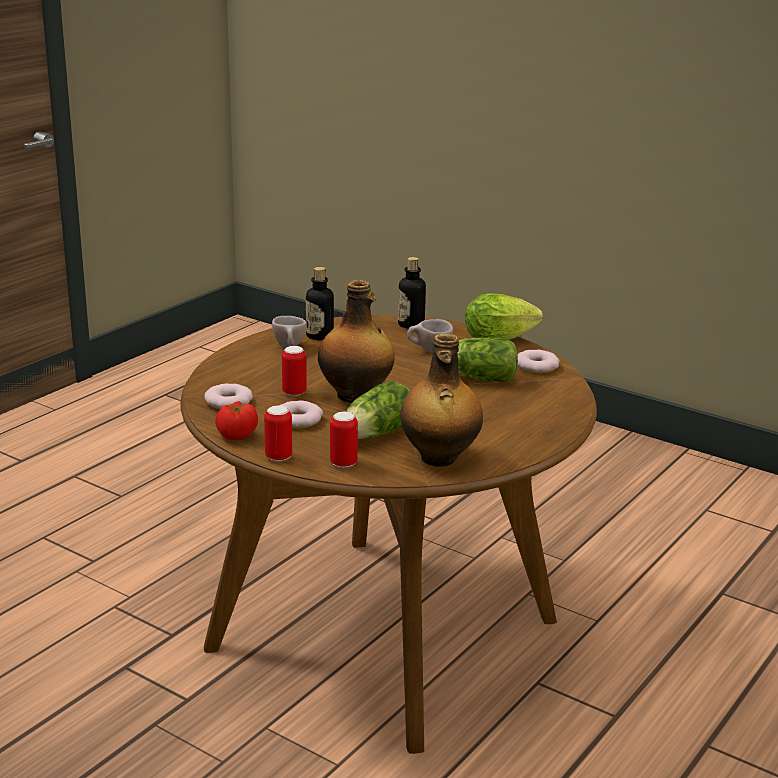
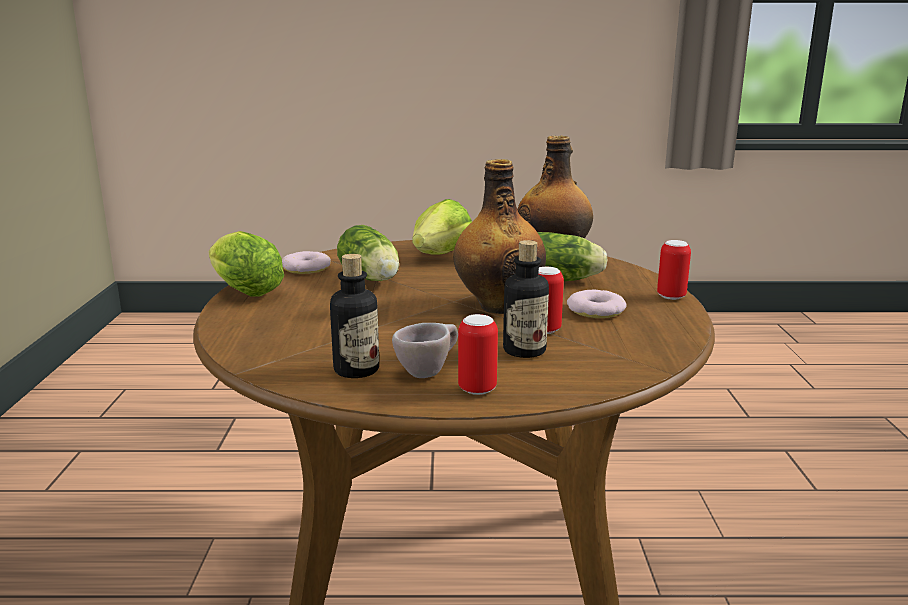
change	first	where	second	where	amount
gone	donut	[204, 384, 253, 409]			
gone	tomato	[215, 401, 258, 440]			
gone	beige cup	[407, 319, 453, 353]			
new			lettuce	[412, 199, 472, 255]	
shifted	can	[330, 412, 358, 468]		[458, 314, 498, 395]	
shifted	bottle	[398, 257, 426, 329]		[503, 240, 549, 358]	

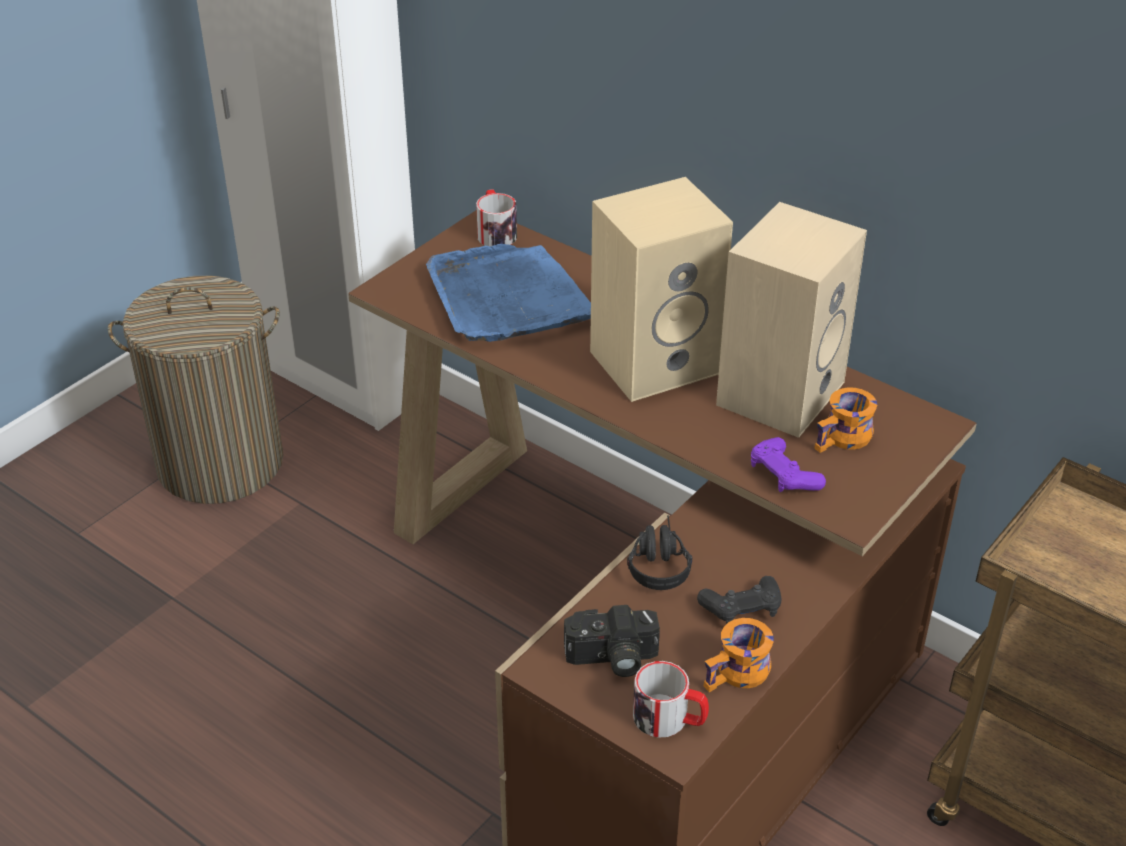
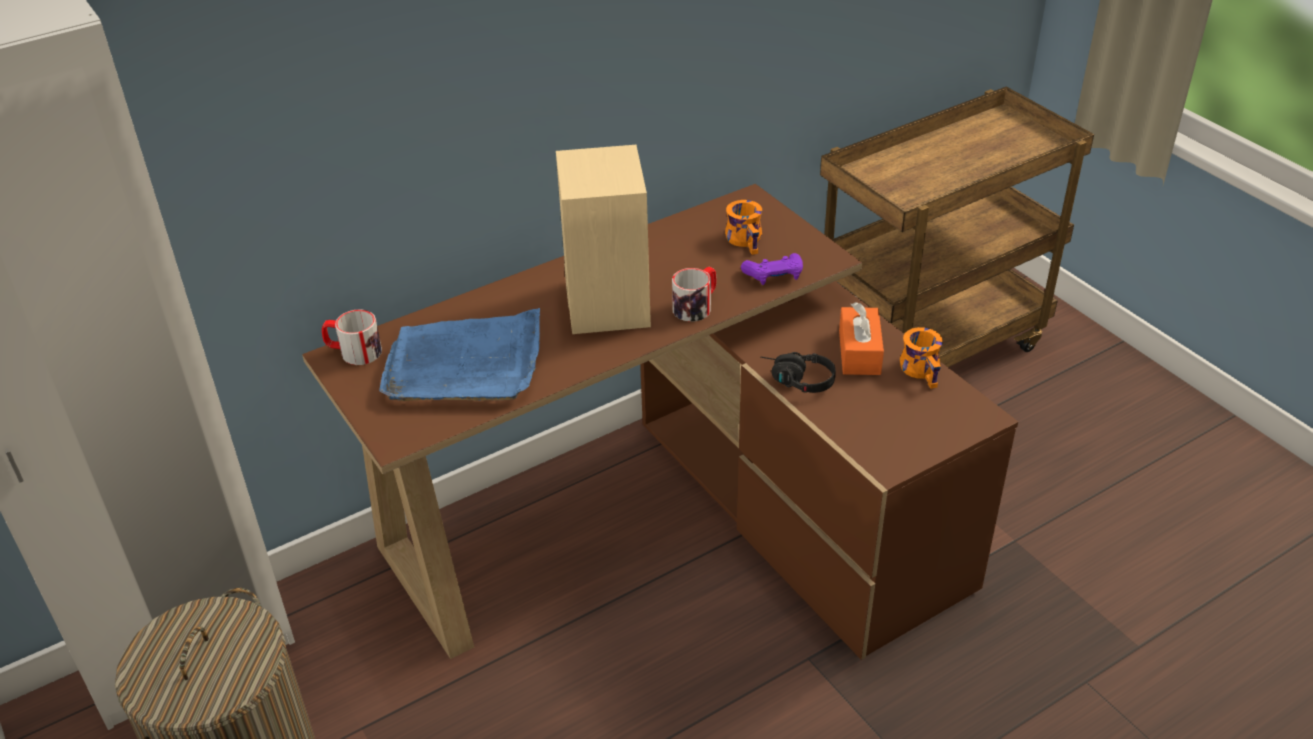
change	first	where	second	where	amount
gone	photo camera	[564, 605, 660, 677]			
gone	beige speaker	[716, 202, 867, 438]			
shifted	mug	[633, 661, 709, 738]		[672, 267, 716, 322]	
swapped	black game controller	[697, 576, 782, 624]	orange tissue box	[839, 302, 884, 375]	

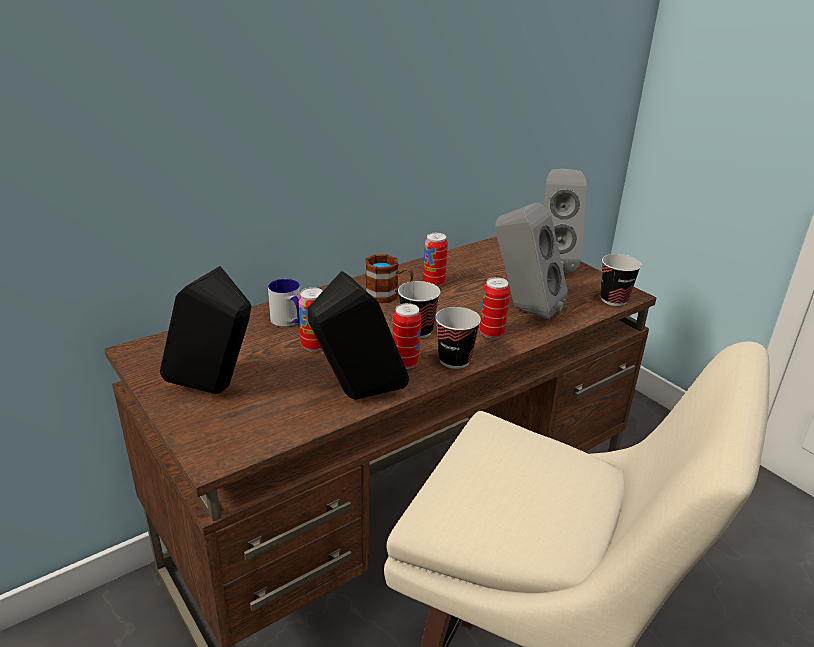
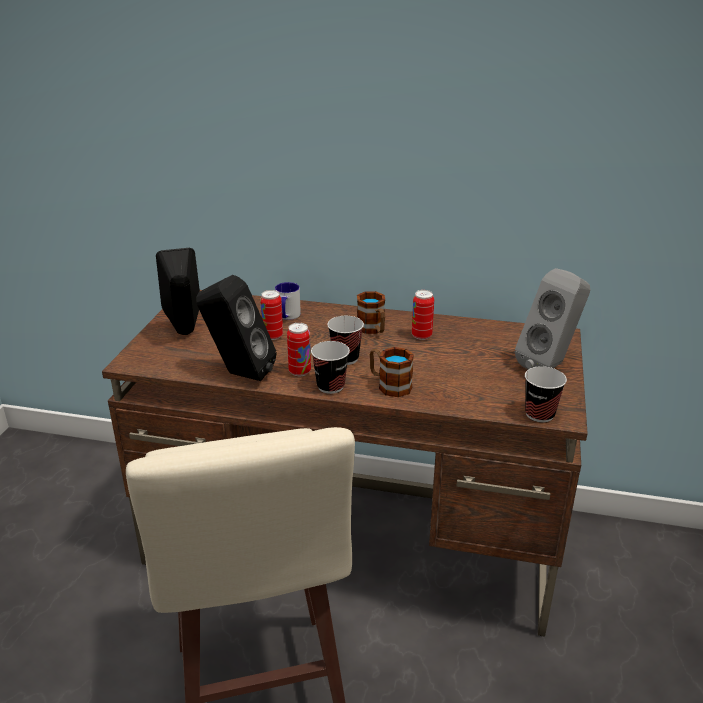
change	first	where	second	where	amount
gone	grey speaker	[495, 202, 568, 320]			
swapped	can	[480, 277, 510, 339]	mug	[370, 347, 414, 397]	

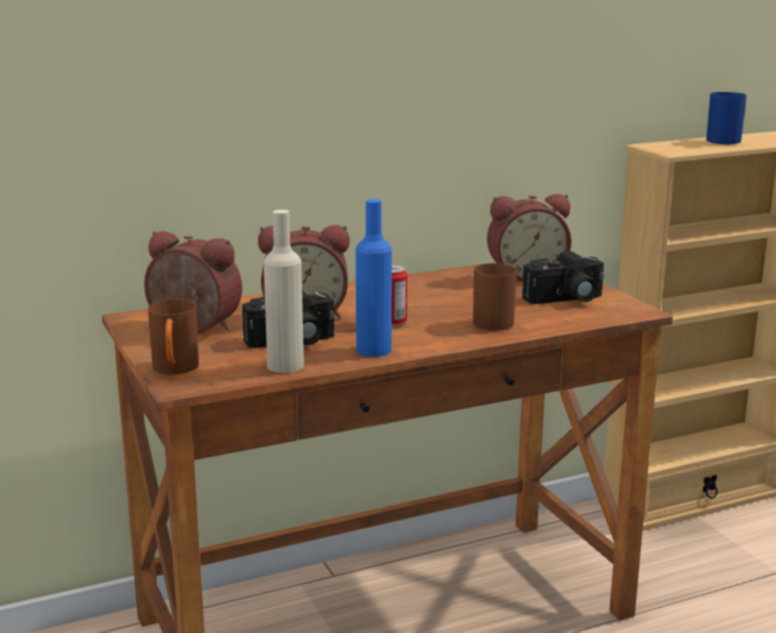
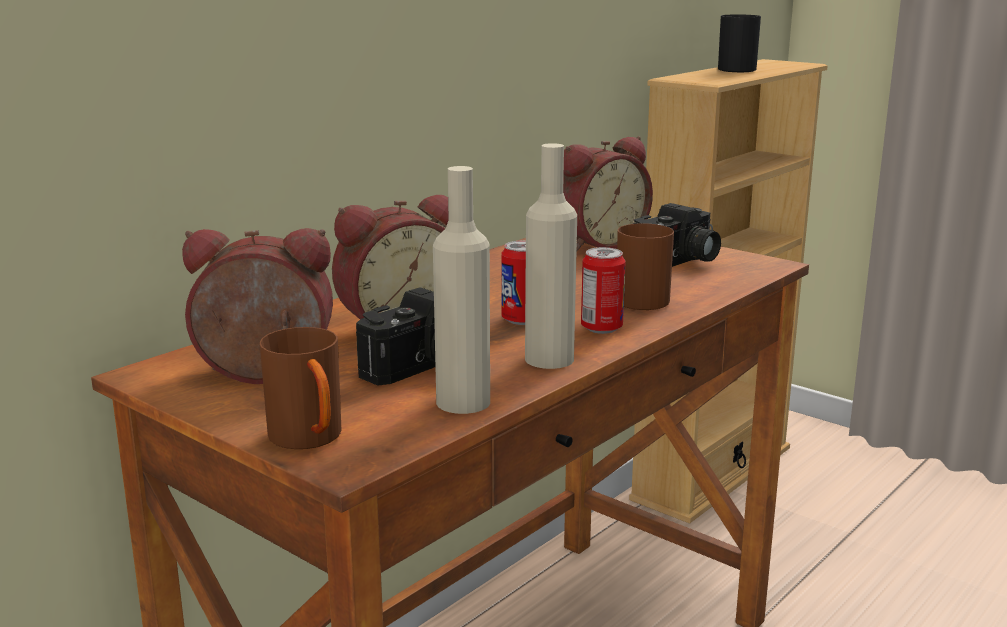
change	first	where	second	where	amount
new			can	[581, 247, 626, 334]	
repainted	blue bottle	[356, 199, 392, 357]	beige bottle	[525, 143, 577, 369]	
repainted	blue mug	[706, 92, 747, 144]	black mug	[718, 14, 761, 72]	

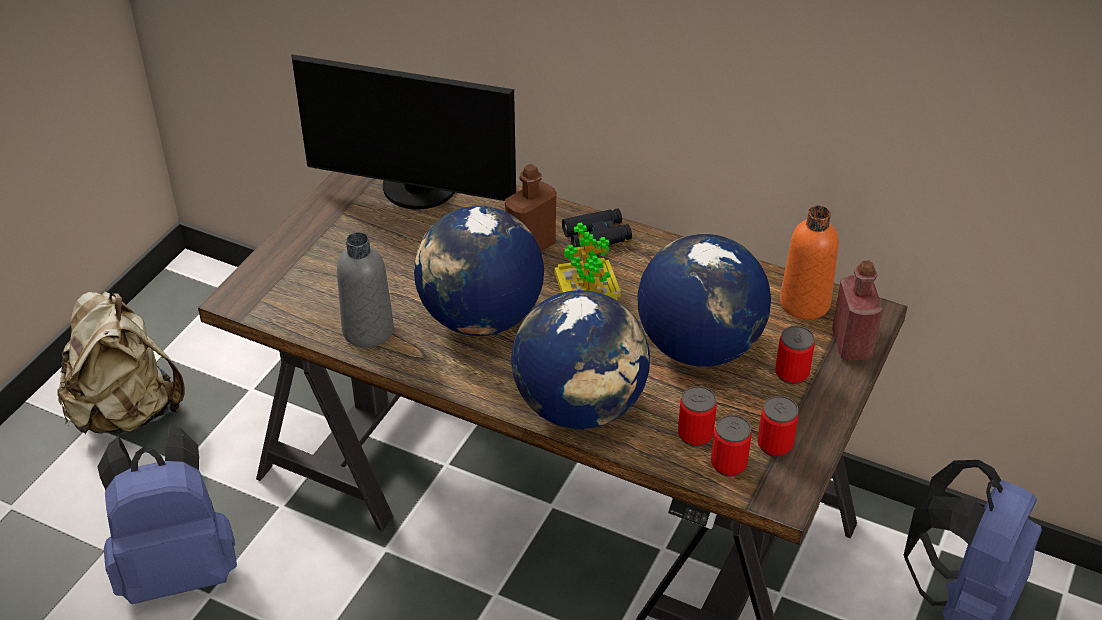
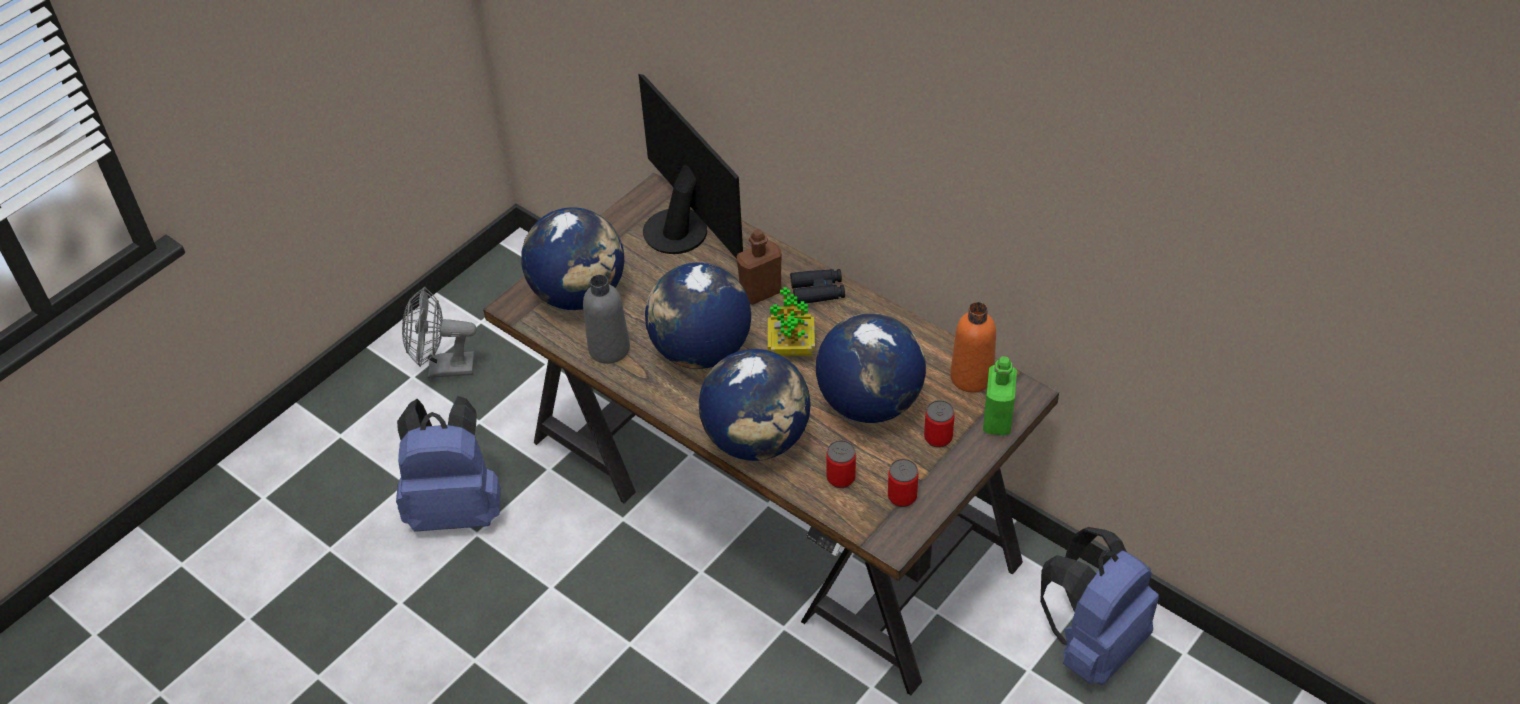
change	first	where	second	where	amount
gone	can	[711, 415, 752, 477]			
new			globe	[521, 207, 624, 310]	
swapped	beige backpack	[58, 291, 185, 434]	grey fan	[402, 287, 477, 378]	
repainted	red bottle	[832, 261, 883, 361]	green bottle	[983, 356, 1017, 435]	
rotated	monitor	[291, 54, 516, 209]		[638, 74, 743, 259]	150 degrees counterclockwise

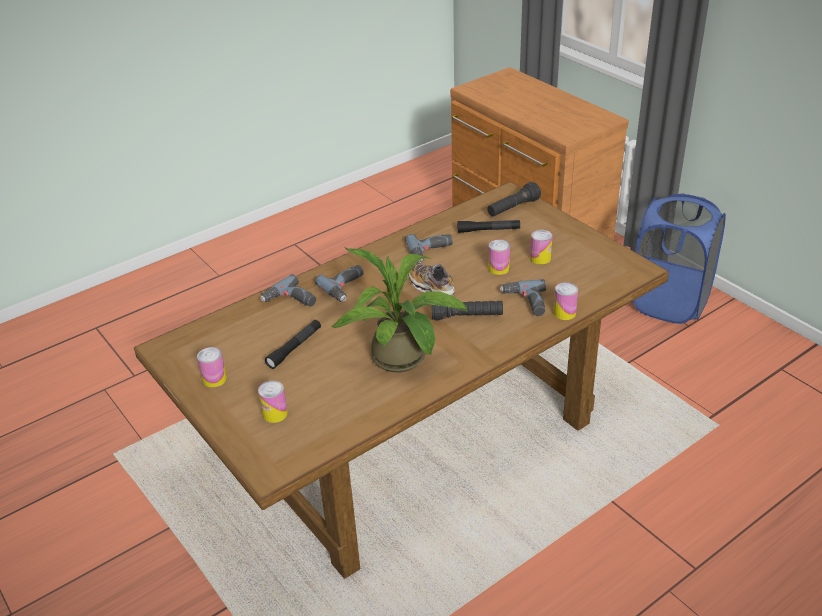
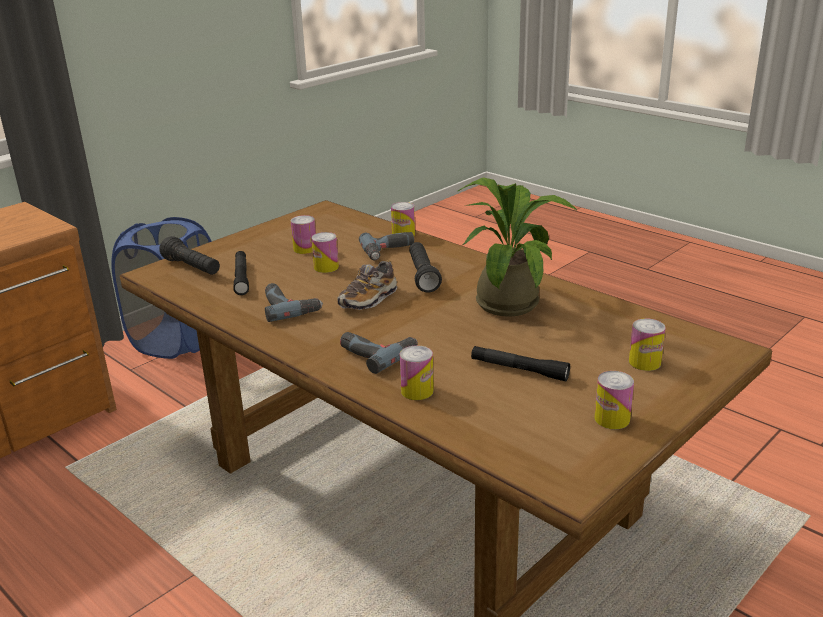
change	first	where	second	where	amount
swapped	power drill	[260, 274, 316, 307]	can	[400, 345, 434, 400]	

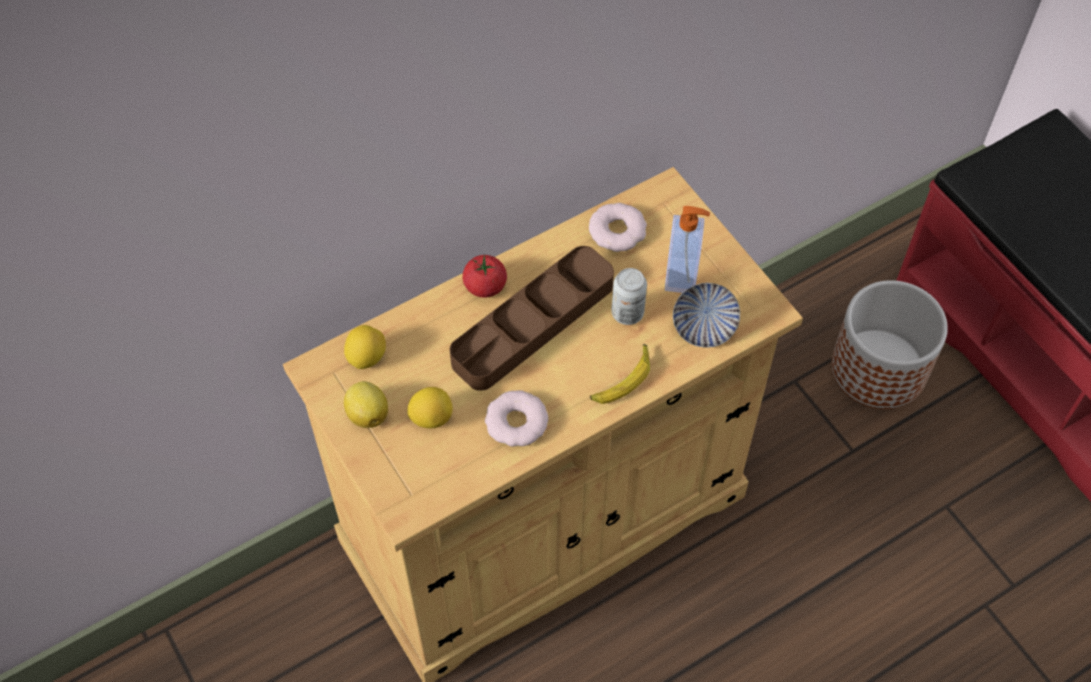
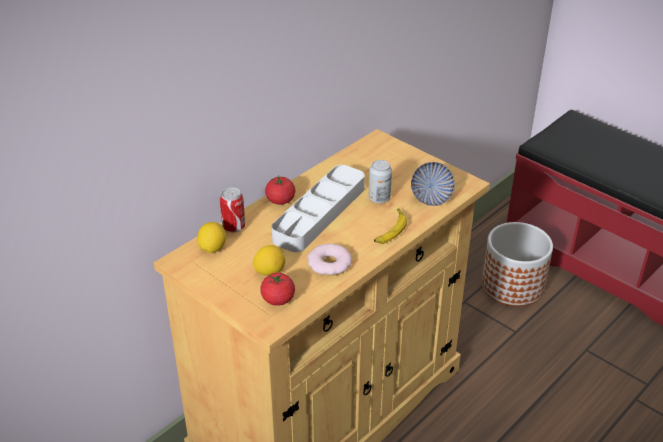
change	first	where	second	where	amount
gone	lemon	[344, 381, 388, 428]			
gone	donut	[589, 203, 647, 252]			
gone	soap dispenser	[665, 206, 710, 293]			
new			can	[220, 187, 245, 232]	
new			tomato	[260, 273, 295, 306]	
repainted	brown tray	[450, 246, 614, 391]	grey tray	[271, 165, 365, 252]	

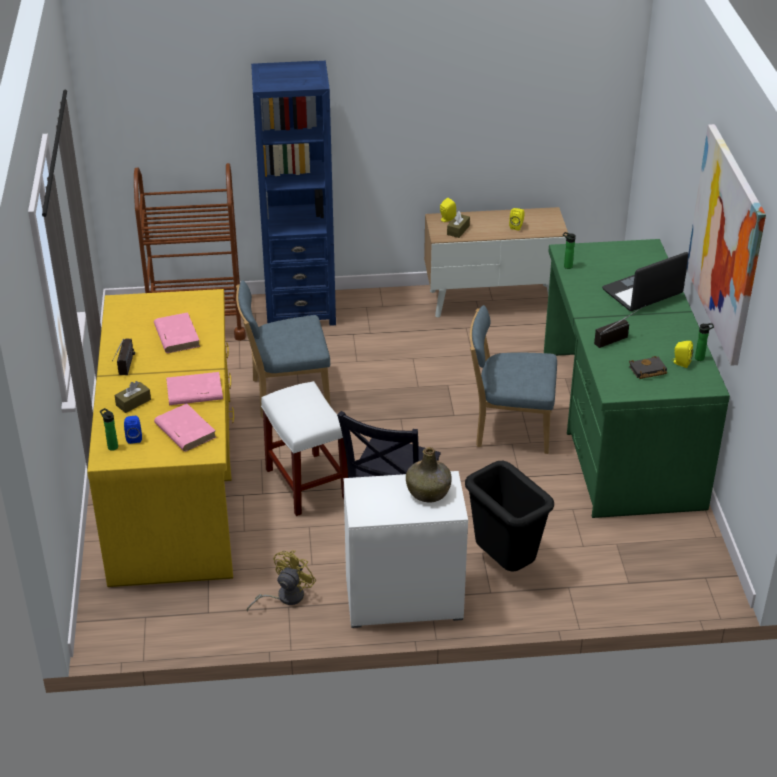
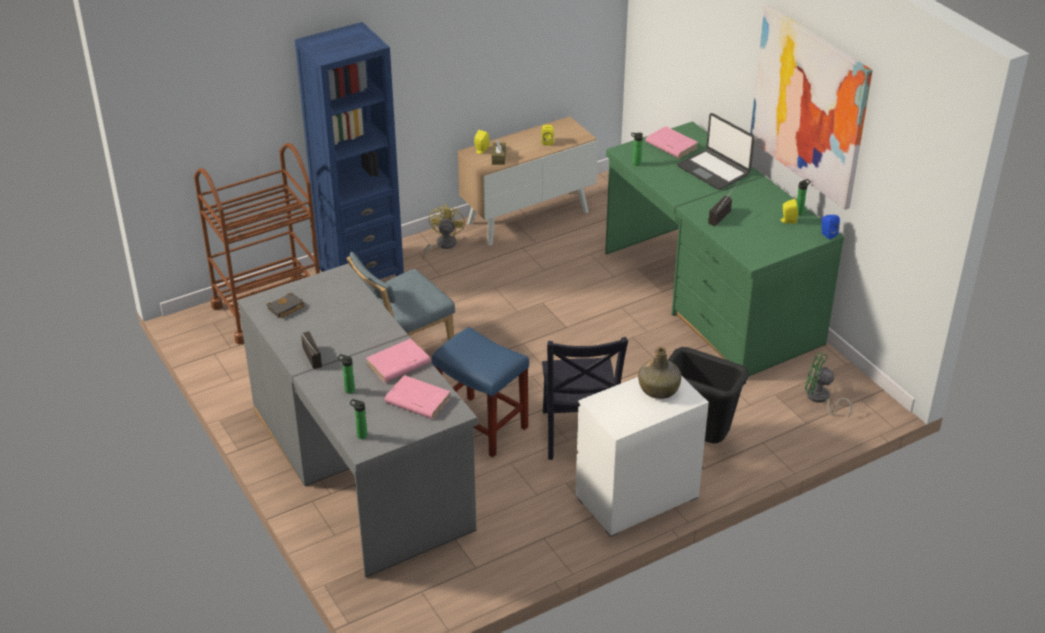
change	first	where	second	where	amount
gone	blue chair	[470, 305, 557, 454]			
new			green fan	[805, 352, 852, 418]	
shifted	blue speaker	[124, 416, 142, 444]		[821, 215, 840, 239]	
shifted	pink book	[154, 312, 200, 353]		[645, 126, 698, 159]	
shifted	yellow fan	[247, 550, 316, 612]		[422, 204, 465, 260]	
shifted	black book	[629, 356, 667, 379]		[266, 293, 305, 318]	
swapped	brown tissue box	[114, 381, 151, 413]	bottle	[338, 354, 355, 394]	
repainted	yellow desk	[87, 289, 234, 587]	grey desk	[238, 264, 478, 577]	
repainted	white stool	[261, 381, 348, 516]	blue stool	[432, 327, 529, 457]	
rotated	laptop	[602, 252, 688, 311]		[677, 113, 755, 190]	75 degrees counterclockwise

